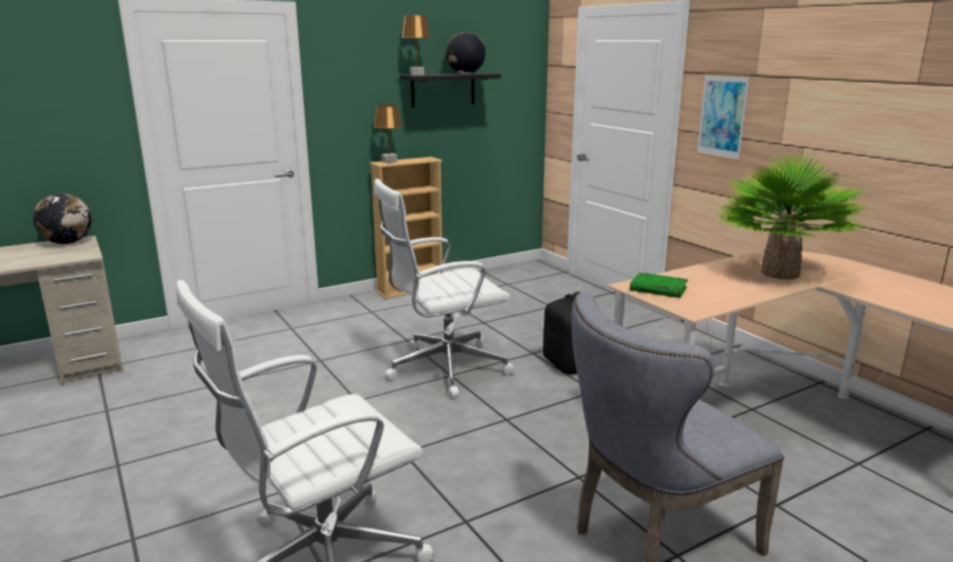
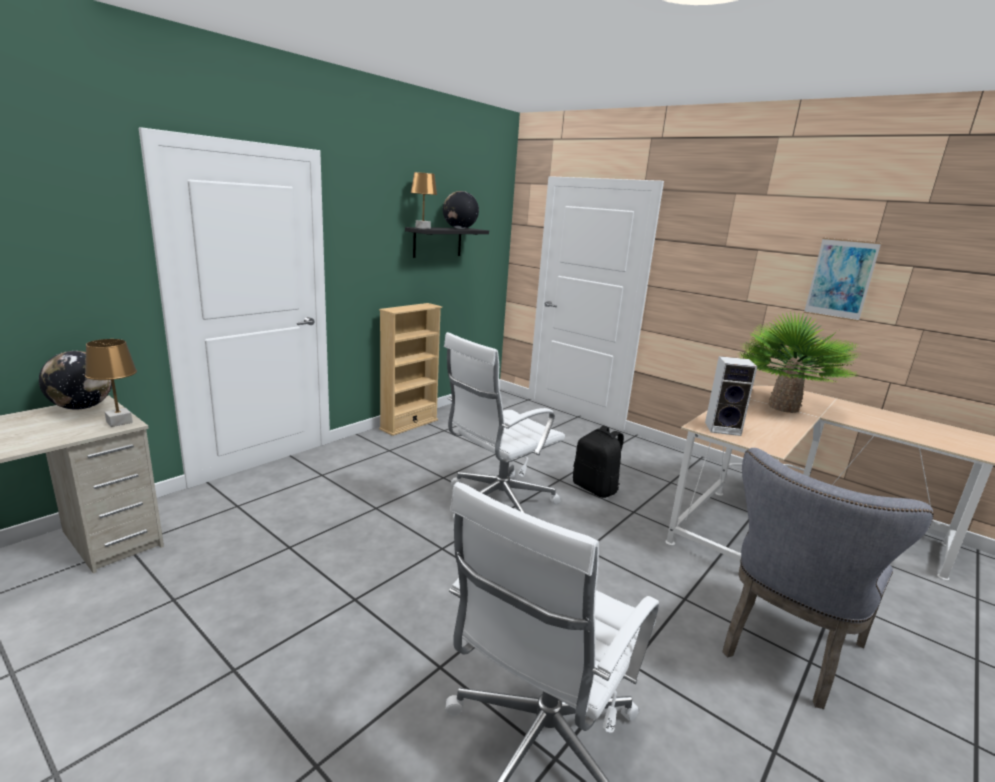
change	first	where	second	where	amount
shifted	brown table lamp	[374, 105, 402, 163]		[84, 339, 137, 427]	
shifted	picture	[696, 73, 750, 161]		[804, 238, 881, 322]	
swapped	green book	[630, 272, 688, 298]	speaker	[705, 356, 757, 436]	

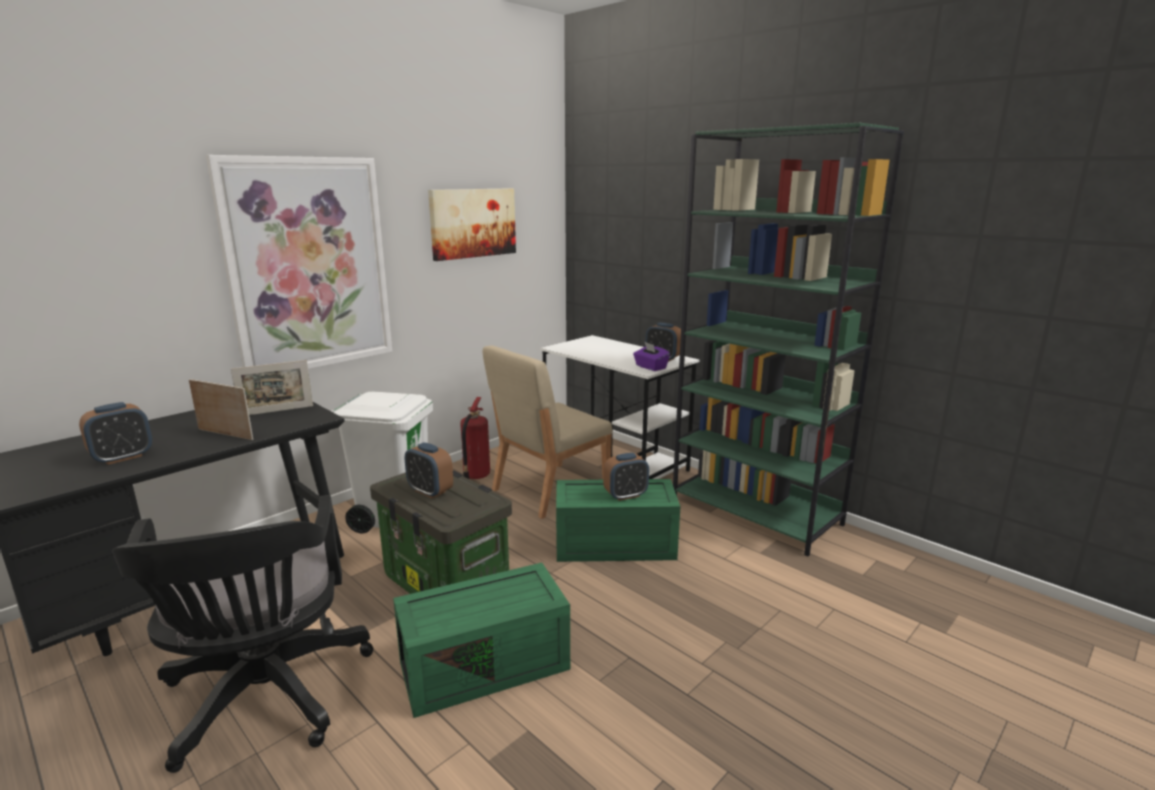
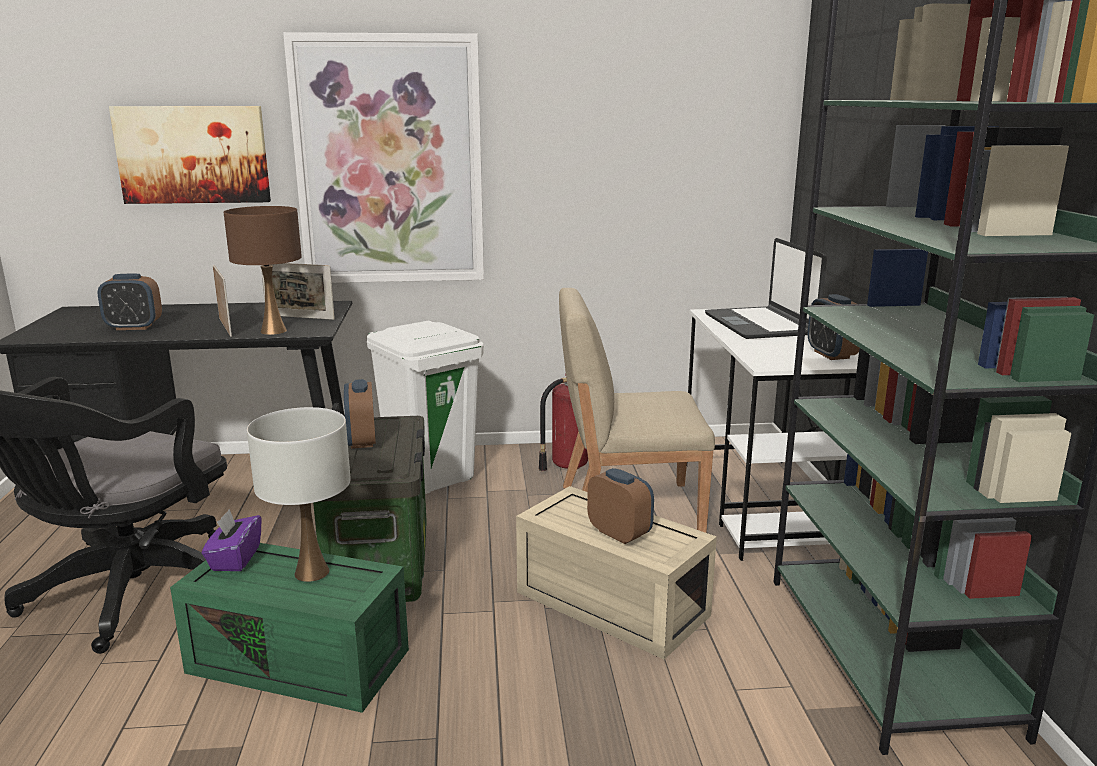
change	first	where	second	where	amount
new			brown table lamp	[224, 206, 302, 335]	
new			white table lamp	[247, 407, 351, 582]	
new			laptop	[705, 238, 827, 339]	
shifted	picture	[428, 188, 516, 261]		[109, 106, 271, 204]	
shifted	purple tissue box	[633, 342, 670, 371]		[202, 509, 262, 571]	
repainted	green storage box	[556, 479, 680, 562]	beige storage box	[516, 486, 717, 659]	
rotated	alarm clock	[603, 453, 649, 501]		[587, 468, 654, 544]	150 degrees counterclockwise

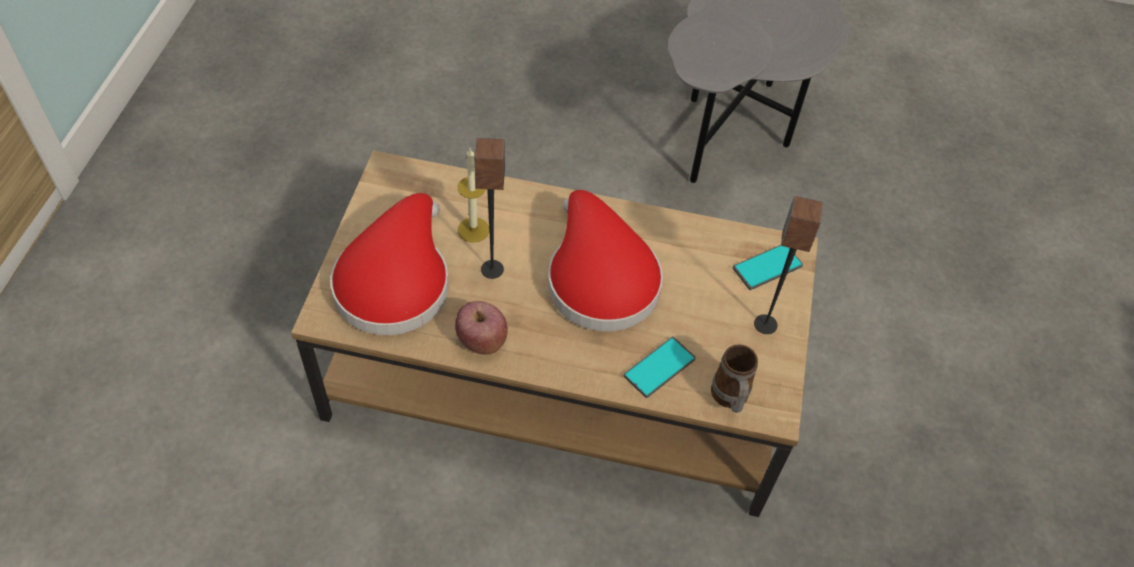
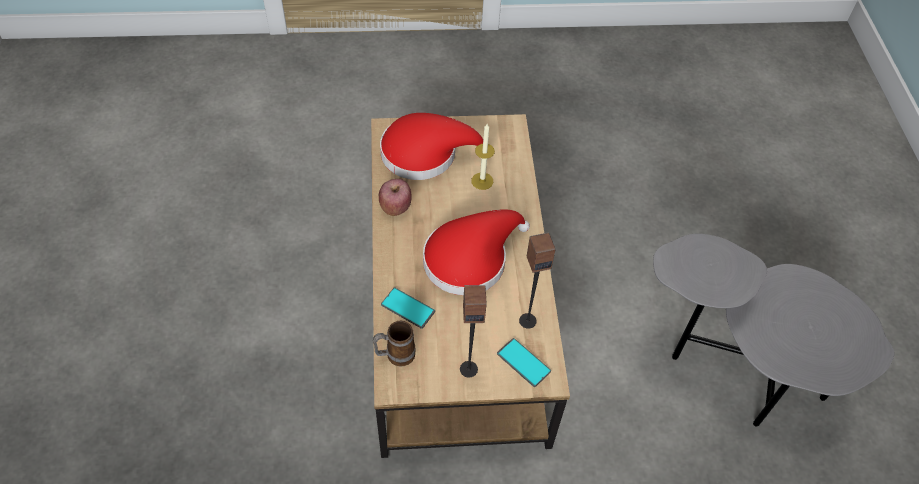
change	first	where	second	where	amount
shifted	speaker	[474, 138, 505, 279]		[519, 232, 556, 329]	

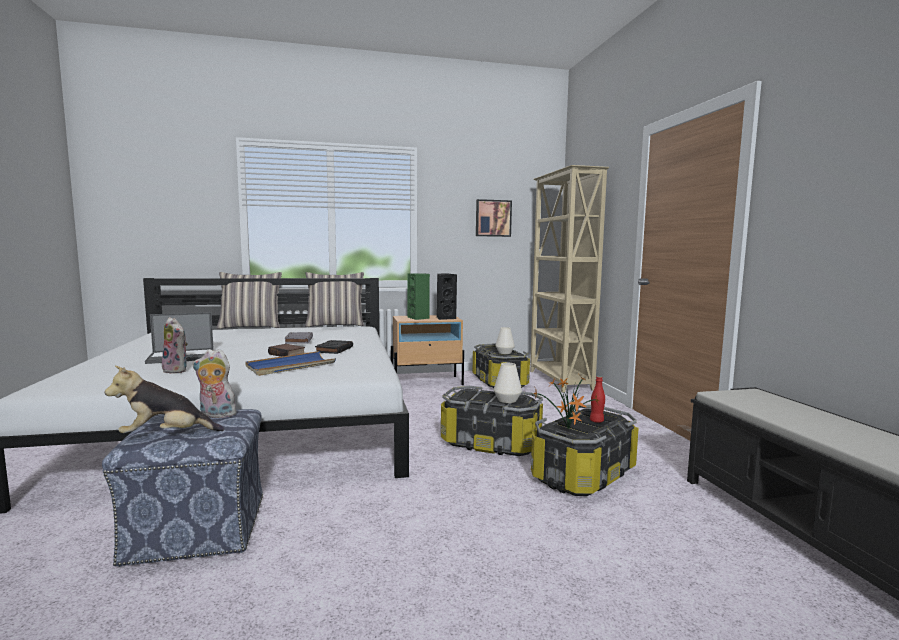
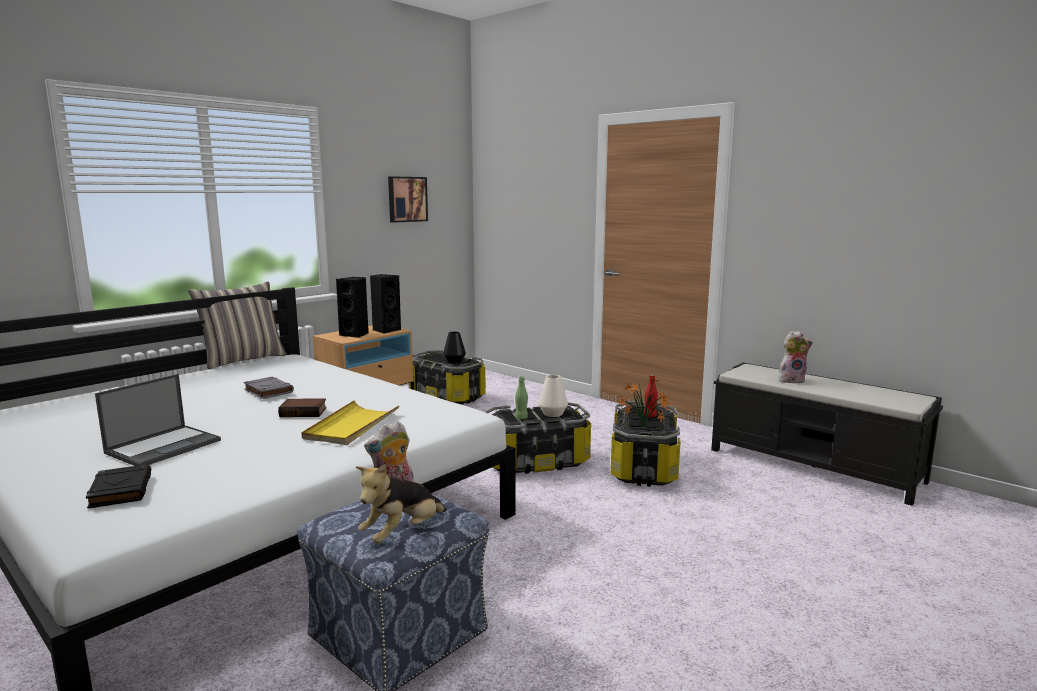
change	first	where	second	where	amount
gone	pillow	[217, 272, 282, 329]			
gone	beige bookcase	[530, 165, 609, 393]			
new			green bottle	[515, 376, 528, 419]	
shifted	plush toy	[162, 317, 188, 374]		[779, 331, 813, 383]	
shifted	black book	[315, 340, 353, 354]		[86, 464, 151, 509]	
repainted	blue tray	[245, 351, 336, 376]	yellow tray	[301, 400, 400, 445]	
repainted	green speaker	[407, 273, 430, 320]	black speaker	[336, 277, 369, 338]	
repainted	white vase	[495, 327, 515, 354]	black vase	[443, 332, 466, 363]	

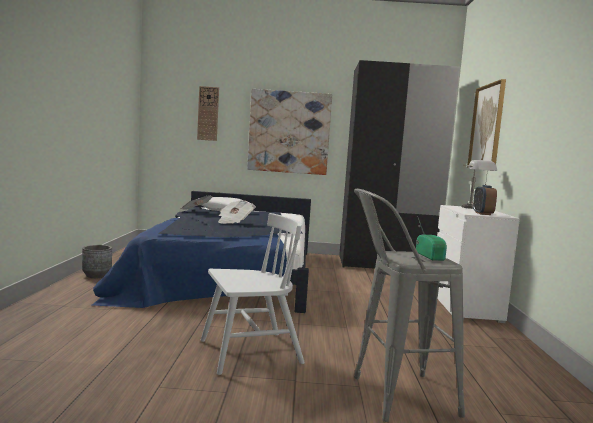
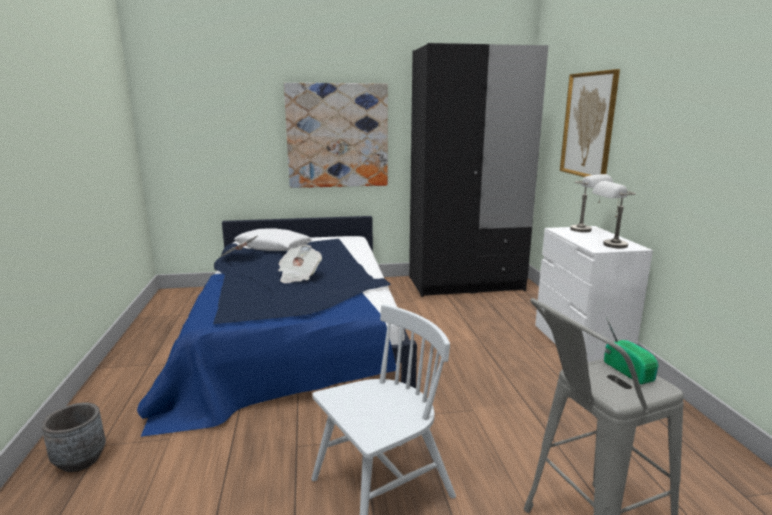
change	first	where	second	where	amount
gone	wall clock	[197, 86, 219, 141]			
shifted	grey planter	[82, 245, 112, 278]		[41, 402, 106, 472]	
swapped	alarm clock	[473, 185, 497, 215]	grey table lamp	[592, 181, 636, 249]	

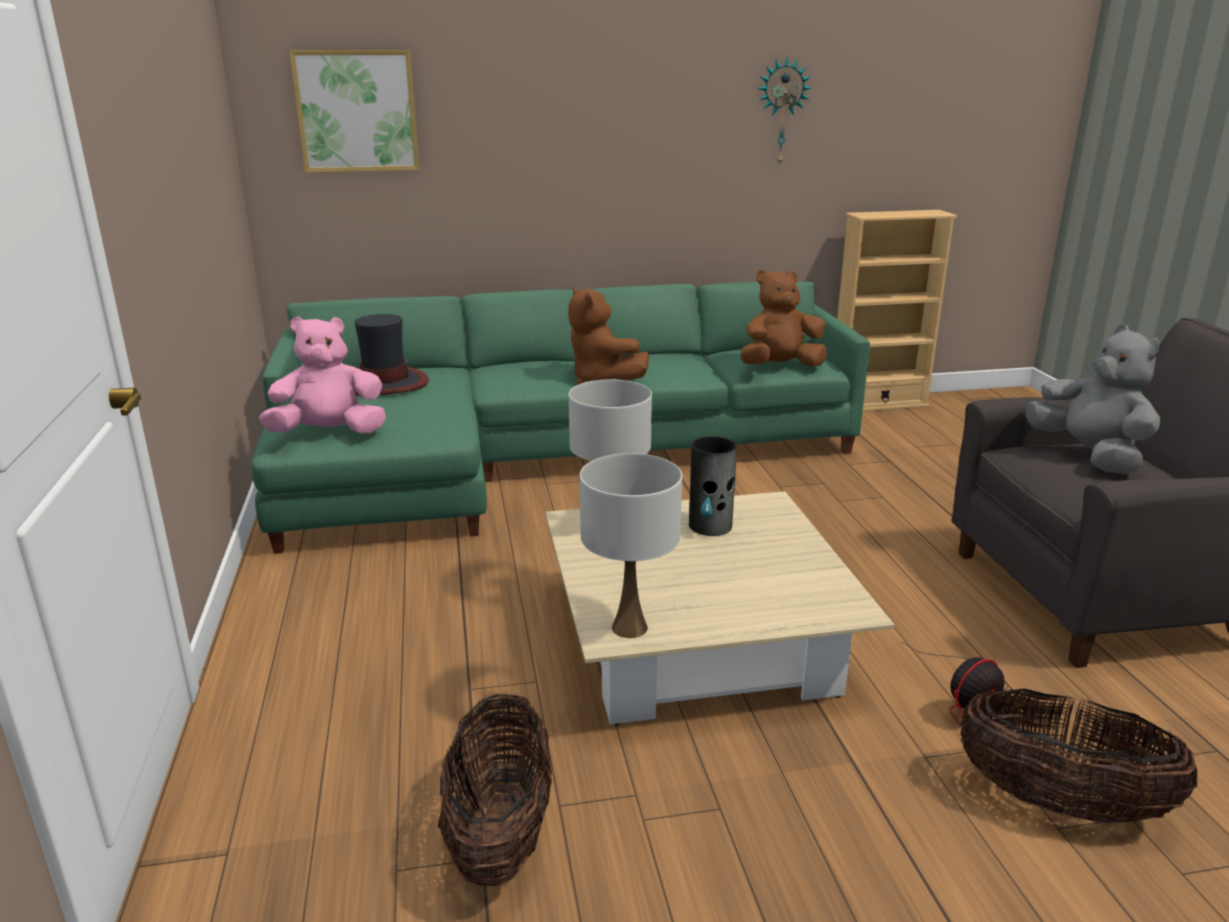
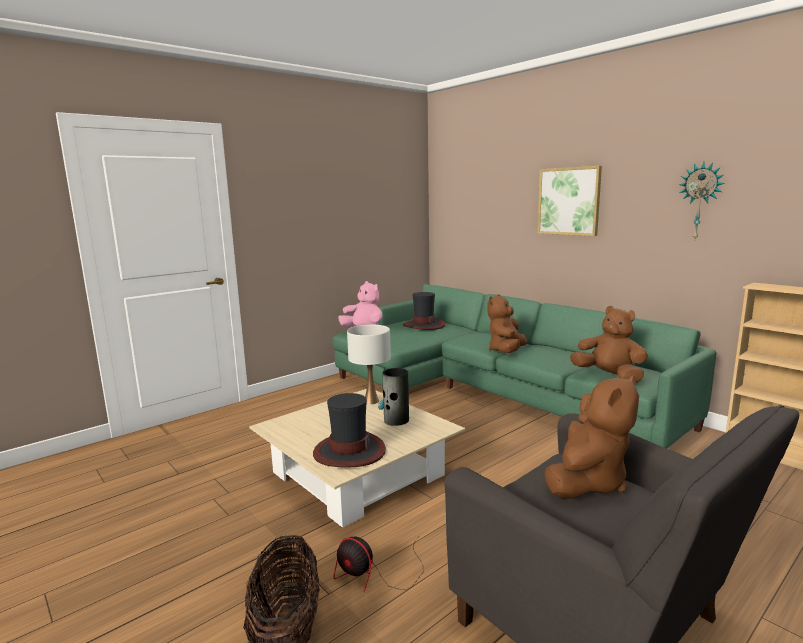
change	first	where	second	where	amount
gone	basket	[438, 694, 552, 886]			
gone	white table lamp	[580, 453, 682, 638]			
new			hat	[313, 393, 386, 467]	
shifted	picture	[289, 50, 419, 173]		[537, 166, 602, 236]	
repainted	grey plush toy	[1026, 325, 1160, 474]	brown plush toy	[544, 375, 639, 499]	

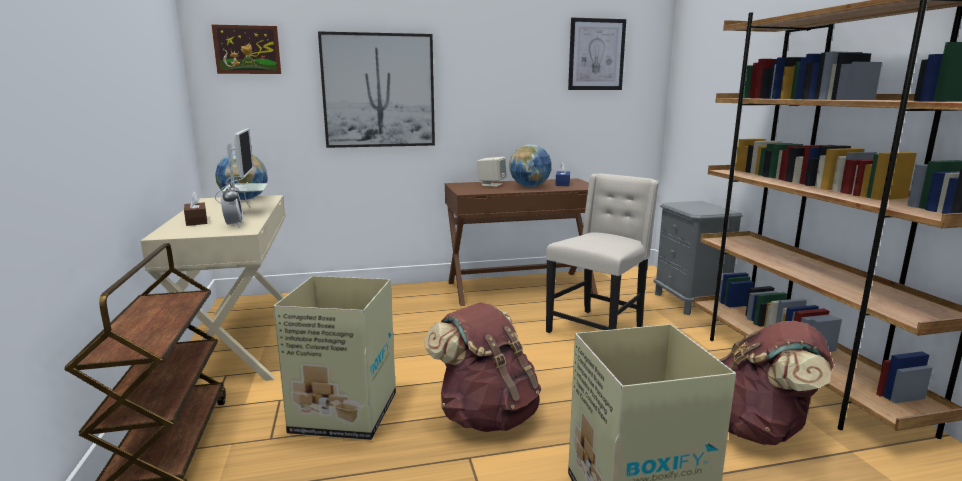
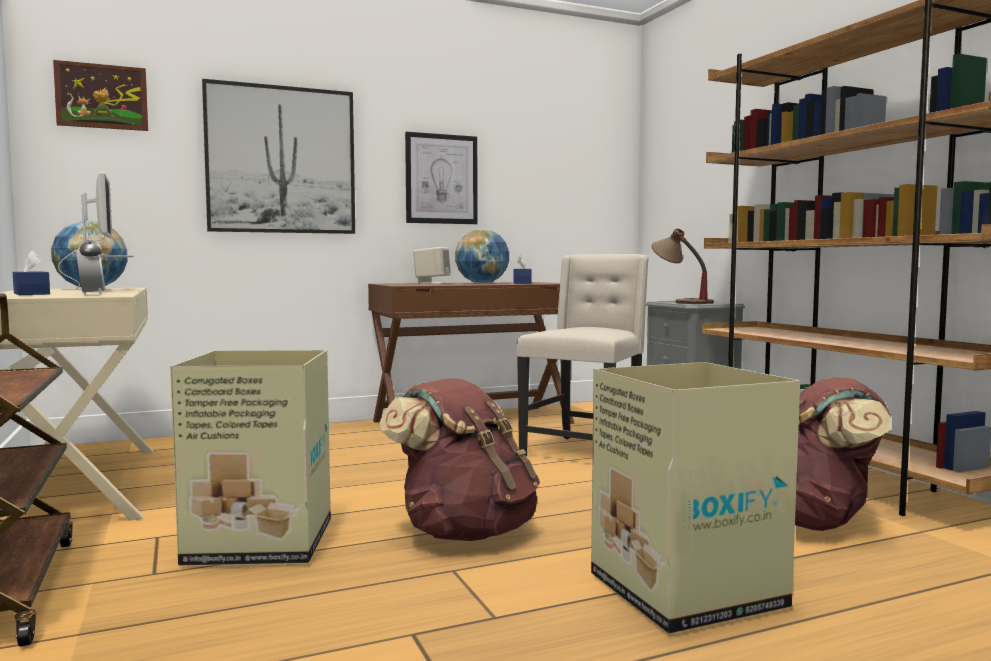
change	first	where	second	where	amount
new			table lamp	[652, 228, 714, 304]	
shifted	picture	[568, 18, 626, 90]		[405, 132, 478, 224]	
repainted	brown tissue box	[184, 191, 208, 226]	blue tissue box	[13, 250, 50, 295]	

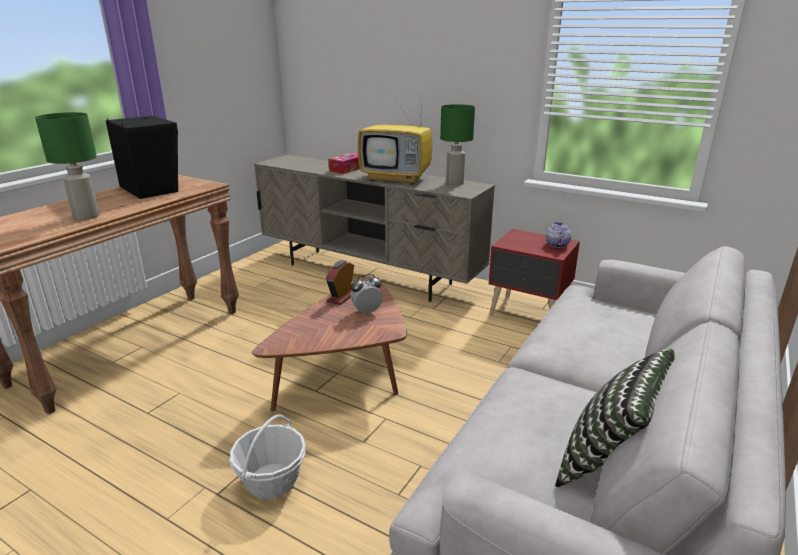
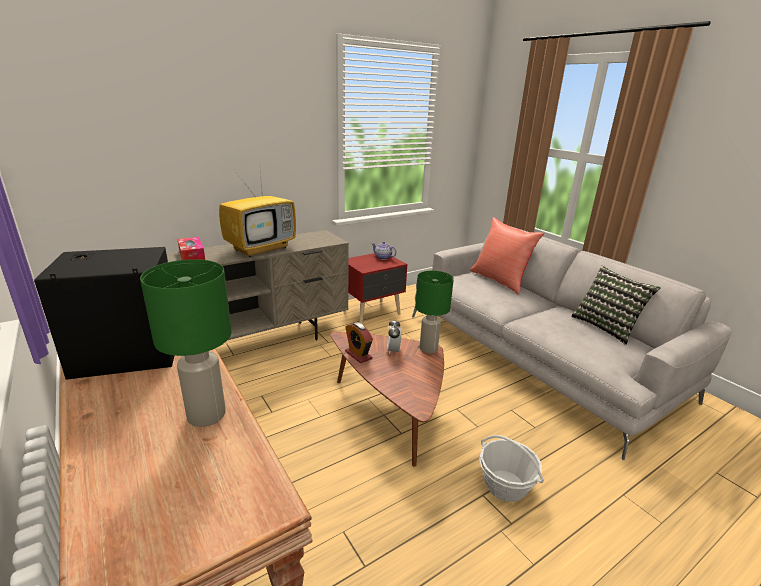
change	first	where	second	where	amount
new			red pillow	[470, 217, 544, 294]	
shifted	green table lamp	[440, 104, 475, 185]		[415, 271, 454, 353]	

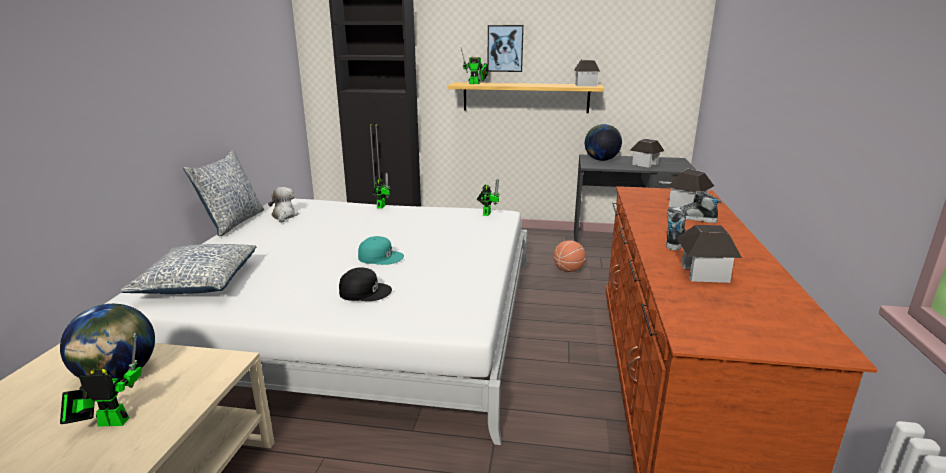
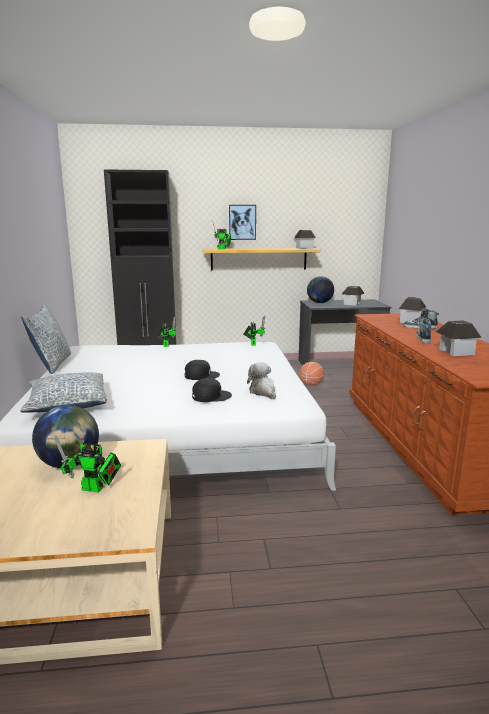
change	first	where	second	where	amount
shifted	plush toy	[268, 187, 299, 223]		[247, 362, 276, 399]	
repainted	turquoise cap	[358, 236, 404, 265]	black cap	[185, 360, 220, 380]	
rotated	toy robot	[60, 333, 141, 427]		[54, 435, 121, 493]	150 degrees counterclockwise

